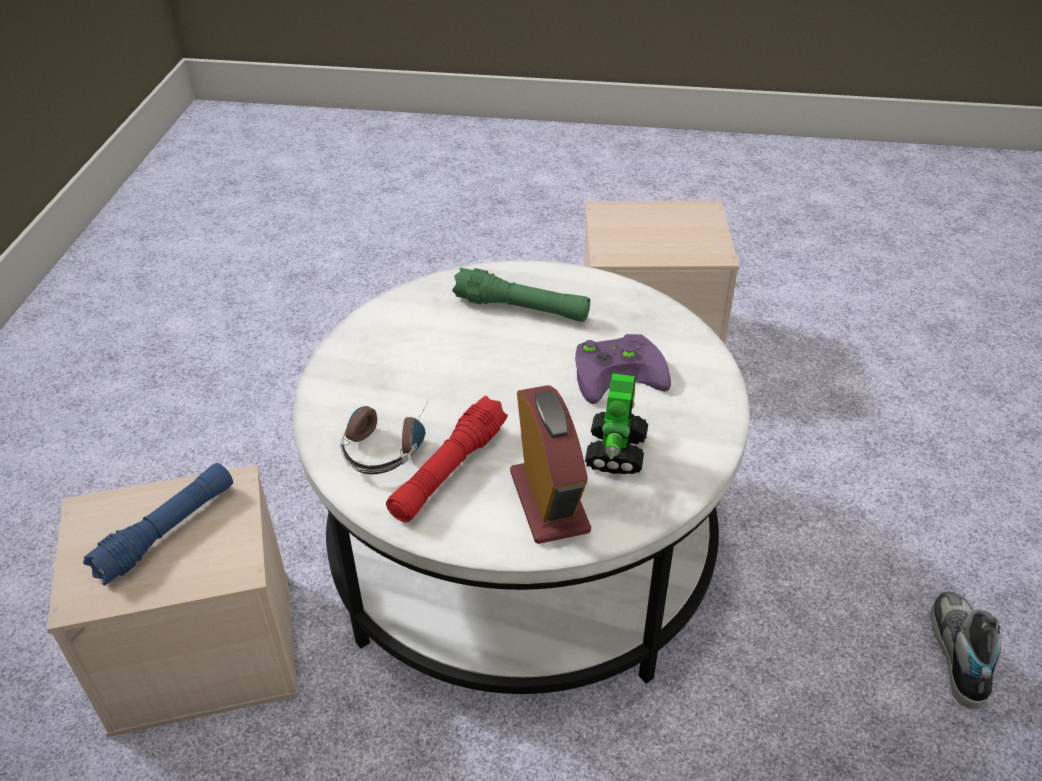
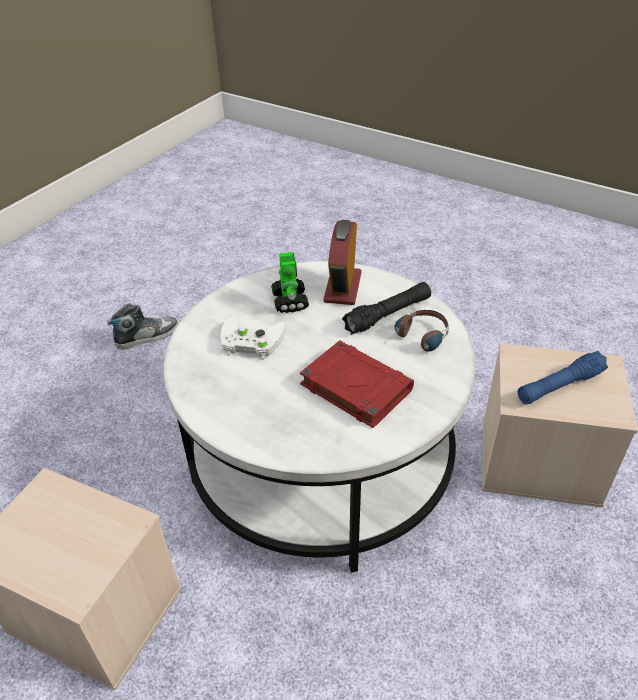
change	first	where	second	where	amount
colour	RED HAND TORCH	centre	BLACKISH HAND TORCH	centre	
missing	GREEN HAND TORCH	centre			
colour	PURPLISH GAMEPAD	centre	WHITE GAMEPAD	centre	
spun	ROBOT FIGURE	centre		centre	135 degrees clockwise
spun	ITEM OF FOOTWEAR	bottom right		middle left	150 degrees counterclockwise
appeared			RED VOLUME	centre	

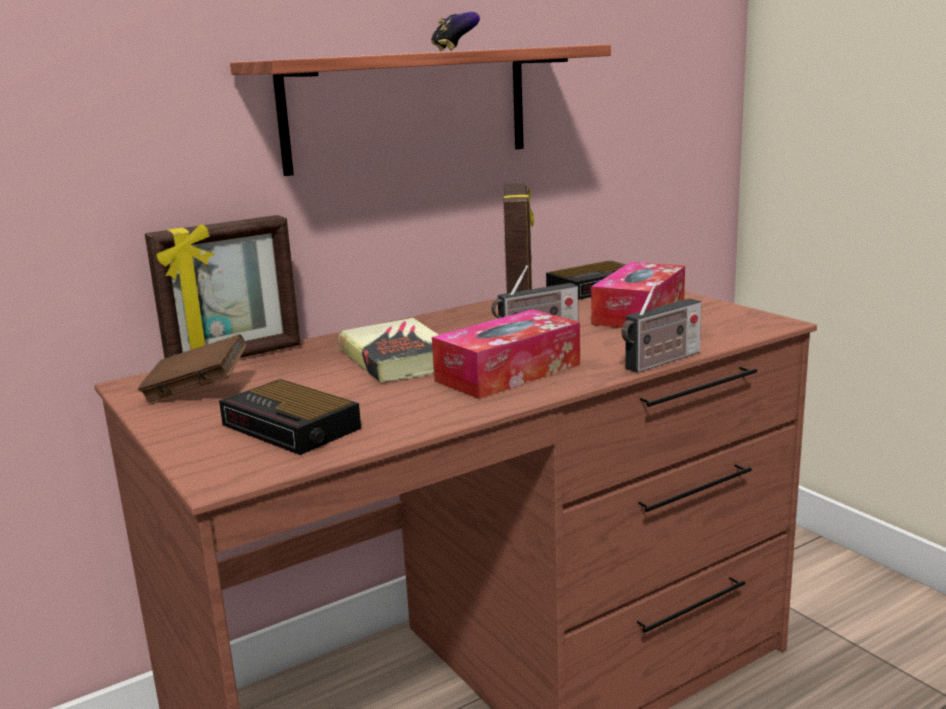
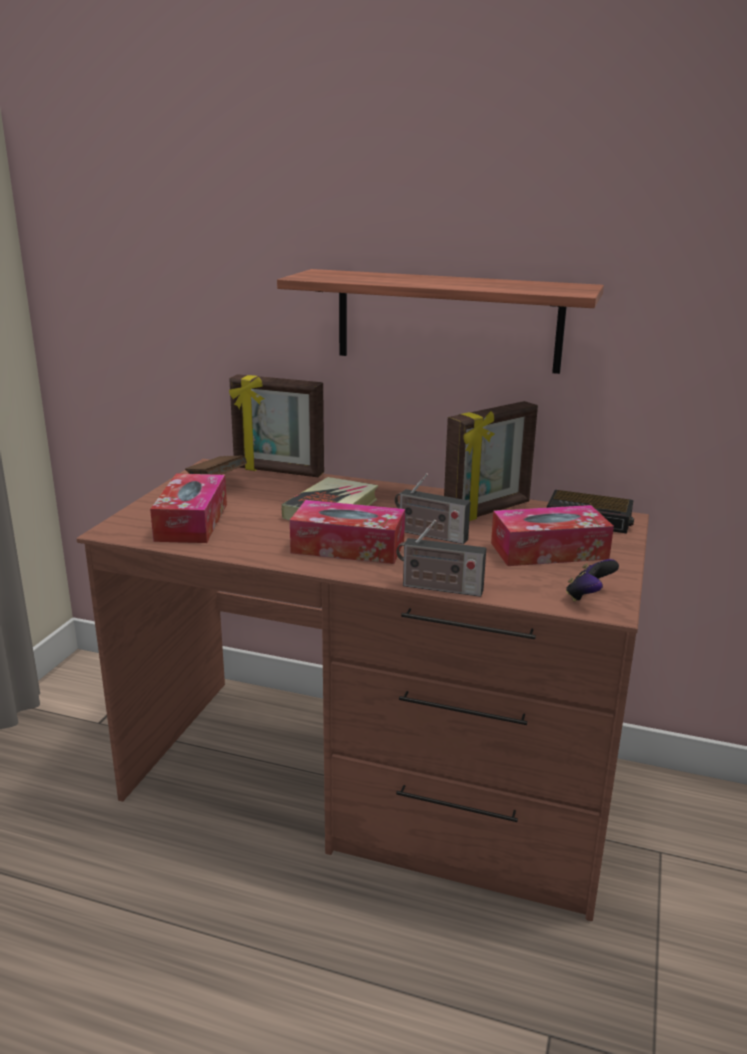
change	first	where	second	where	amount
exchanged	ALARM CLOCK (no. 1 from left)	middle left	BOX OF TISSUES (no. 1 from left)	middle left	
relocated	GAMEPAD	top centre		middle right	

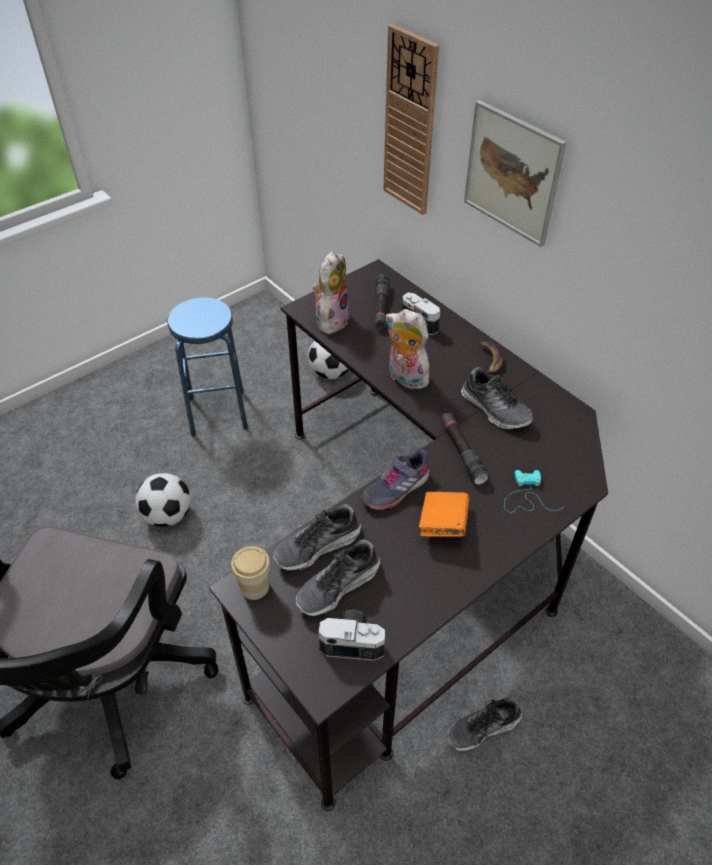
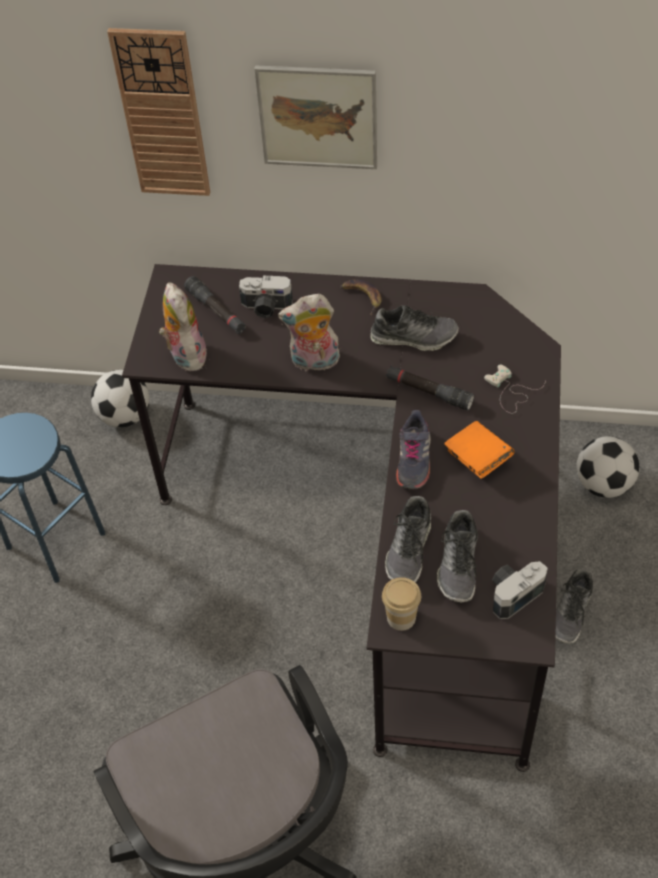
change	first	where	second	where	amount
relocated	BALL FOR FOOTBALL (no. 1 from left in the first image)	middle left	BALL FOR FOOTBALL (no. 2 from left)	middle right	
colour	BLUE-GREEN GAMEPAD	middle right	WHITE GAMEPAD	middle right	

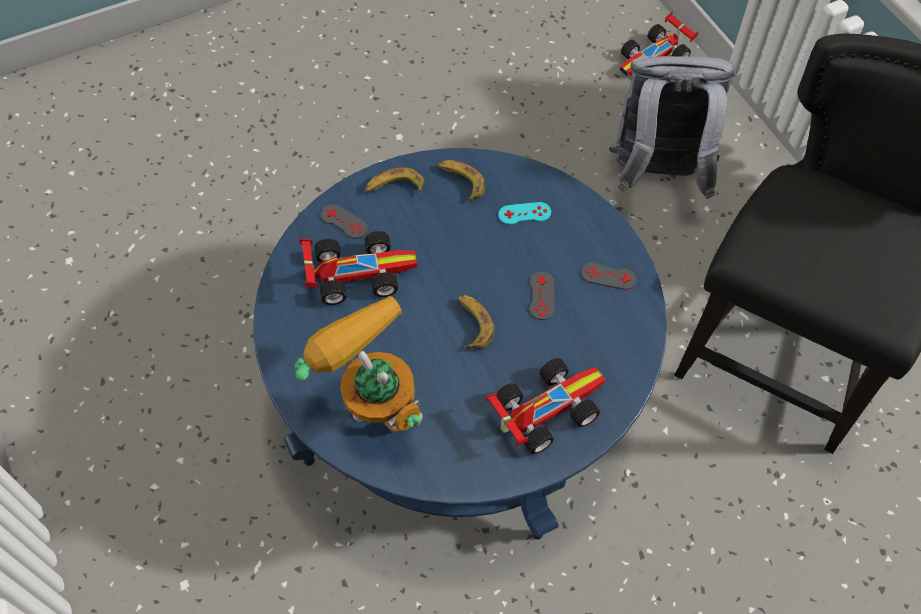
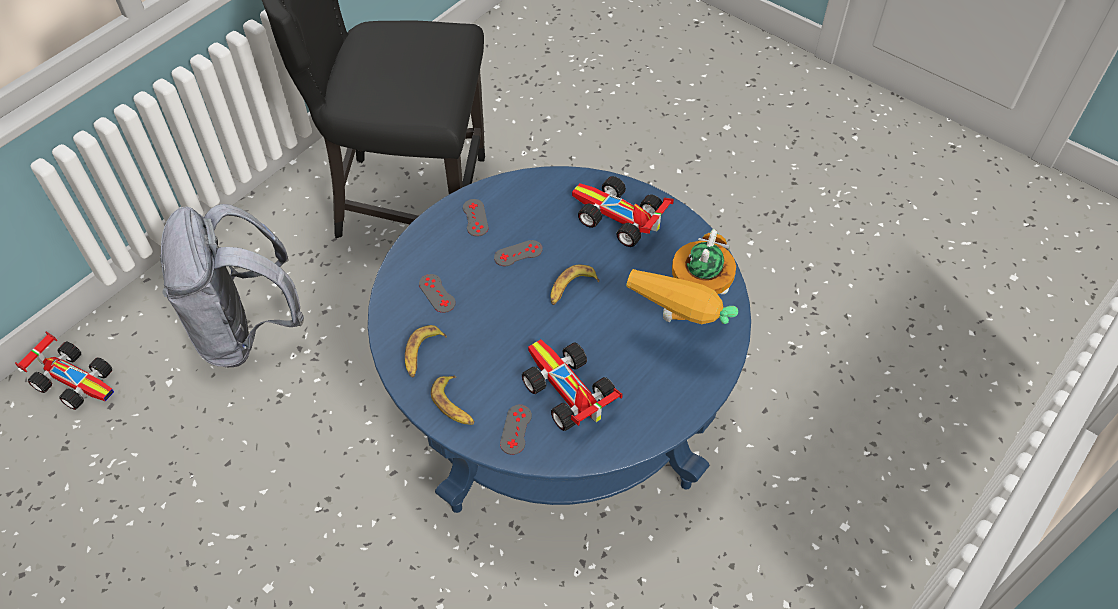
change	first	where	second	where	amount
colour	BLUE-GREEN GAMEPAD	centre	GREY GAMEPAD (no. 1 from left)	centre	

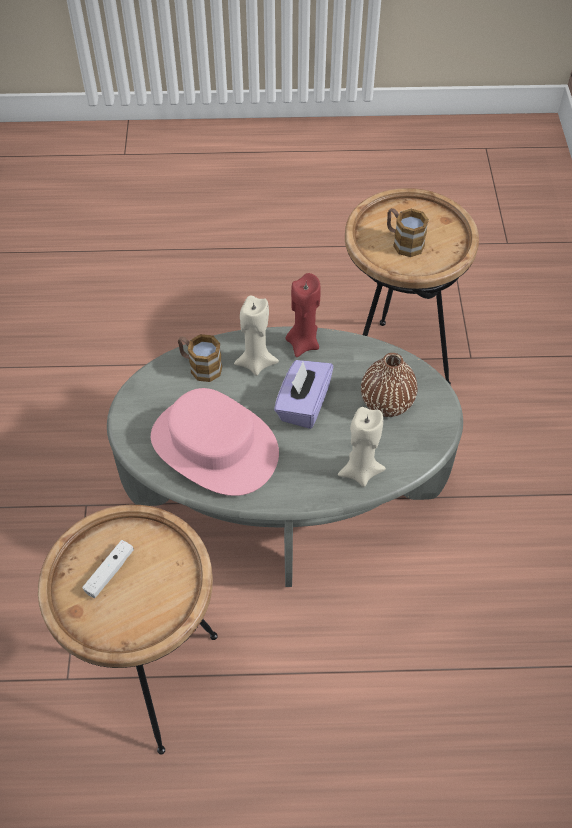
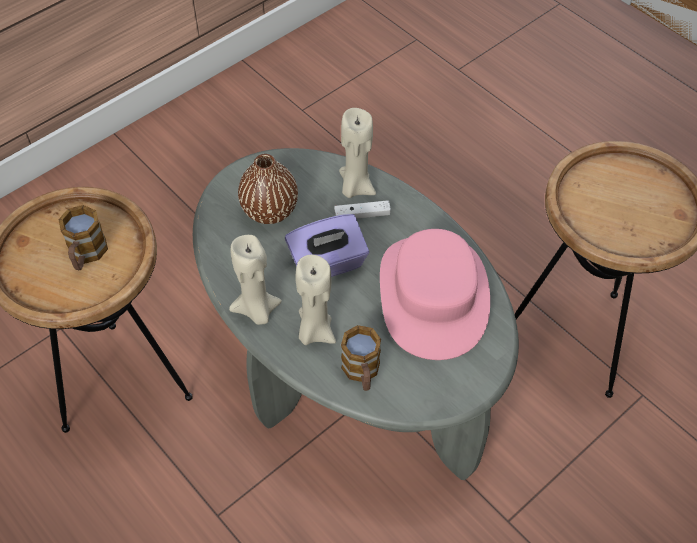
change	first	where	second	where	amount
relocated	WHITE GAMEPAD	bottom left		centre	
colour	RED WAX CANDLE	centre	SAND-COLOURED WAX CANDLE (no. 1 from left)	centre	

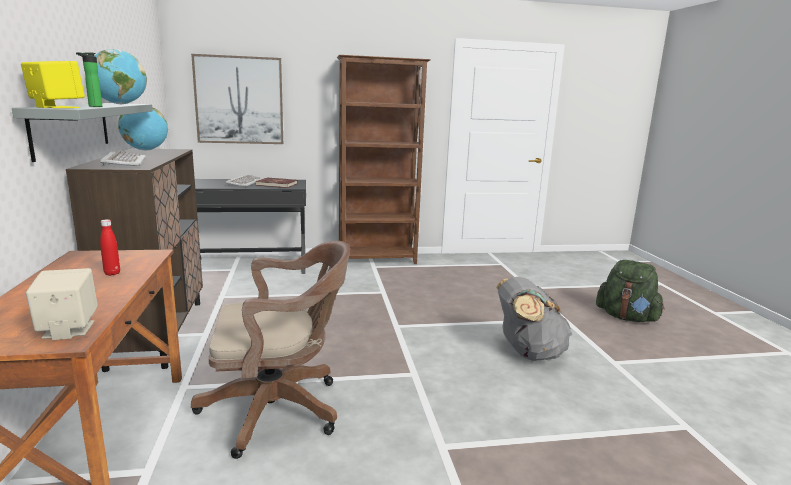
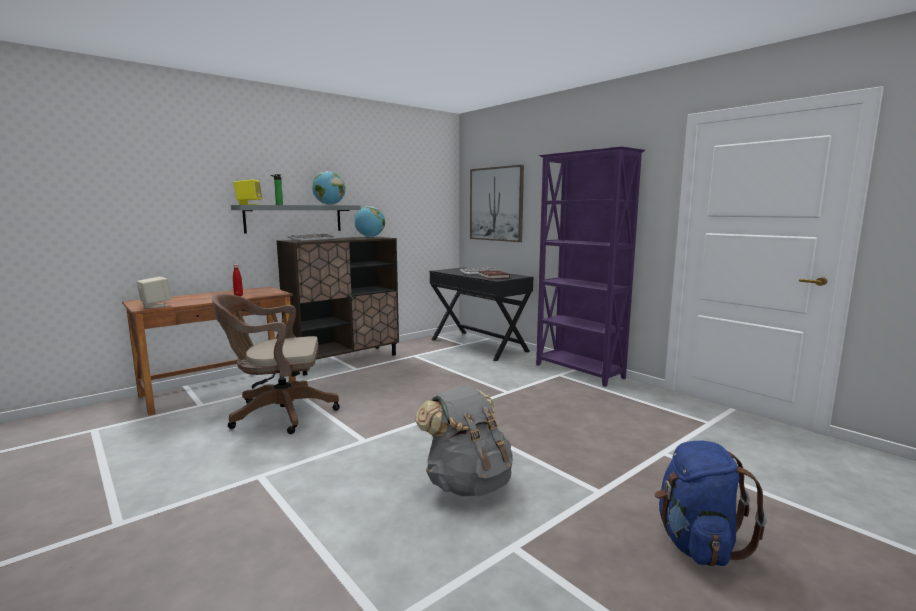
change	first	where	second	where	amount
spun	BROWN-COLOURED DESK CHAIR	bottom centre		middle left	120 degrees clockwise
colour	BROWN-COLOURED SHELVING UNIT	top centre	PURPLISH SHELVING UNIT	centre	
colour	GREEN RUCKSACK	middle right	BLUISH RUCKSACK	bottom right	

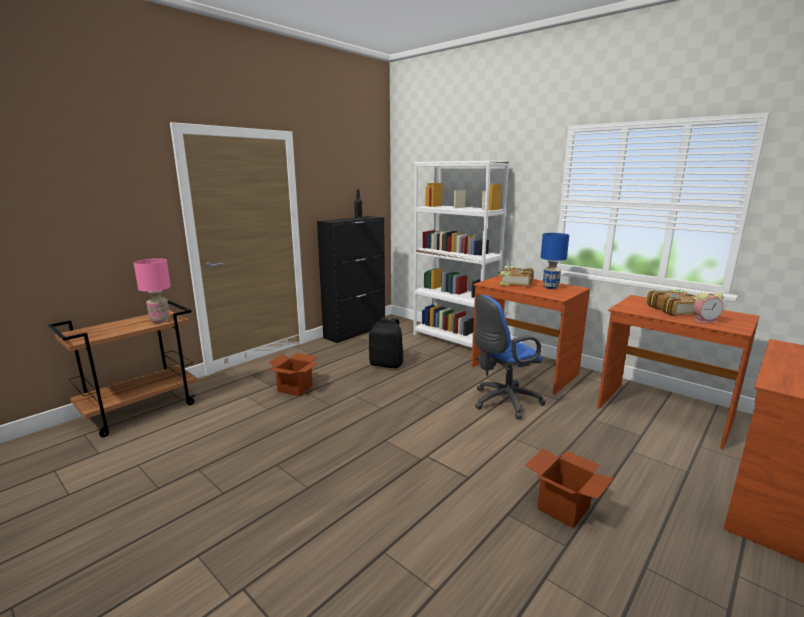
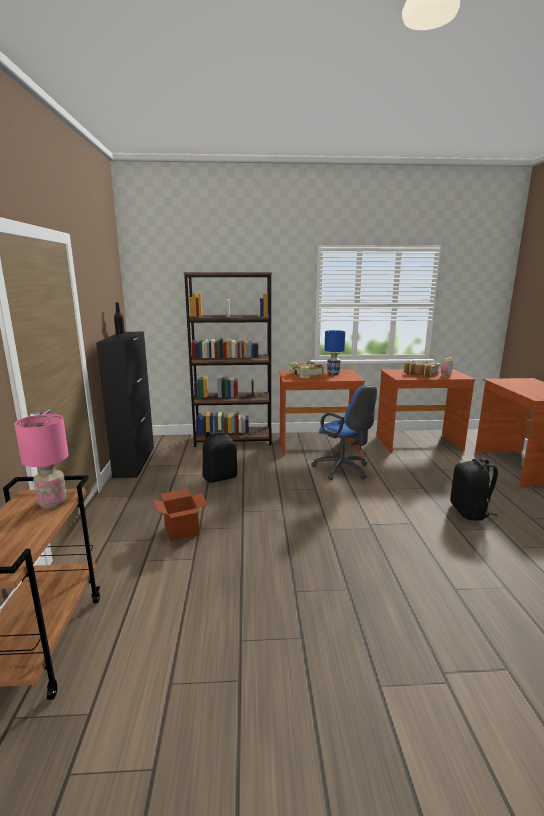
change	first	where	second	where	amount
colour	WHITE SHELVING UNIT	centre	BROWN-COLOURED SHELVING UNIT	centre	
spun	BLUISH DESK CHAIR	centre		centre	60 degrees counterclockwise
exchanged	CARDBOARD BOX (no. 2 from left)	bottom right	BLACKISH RUCKSACK (no. 2 from left)	middle right	

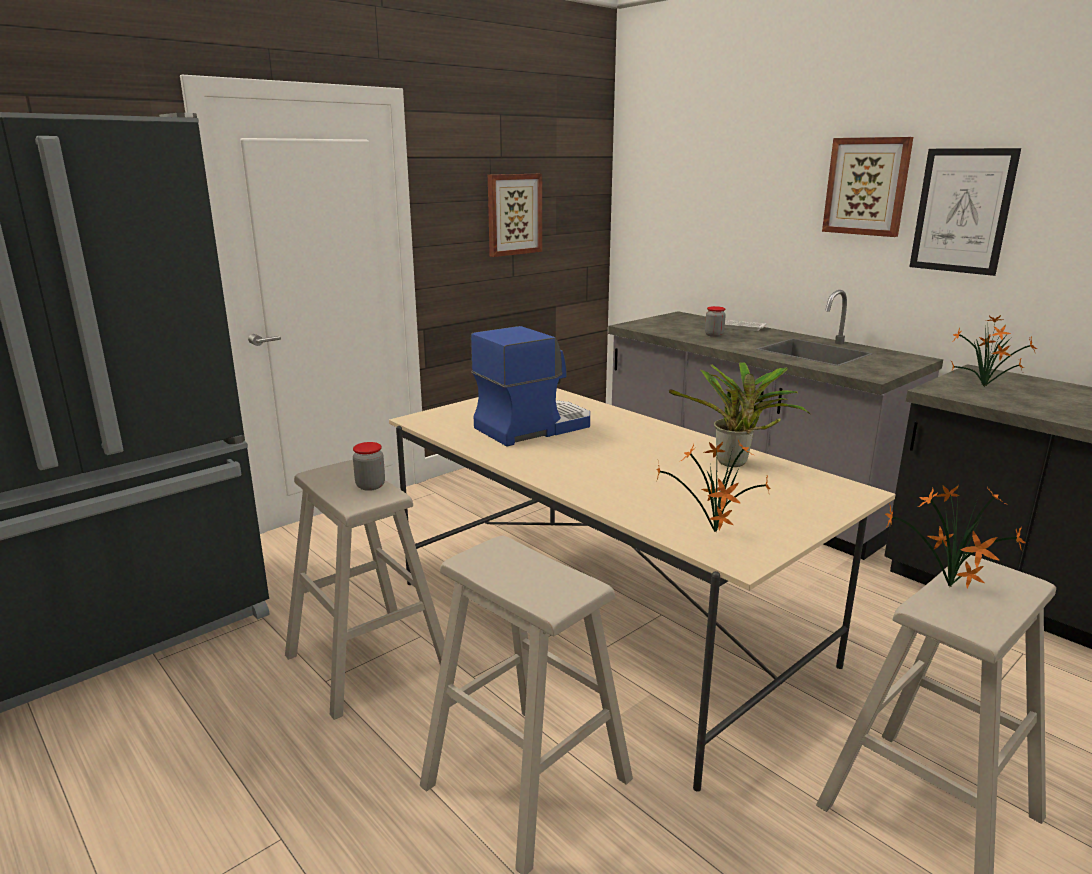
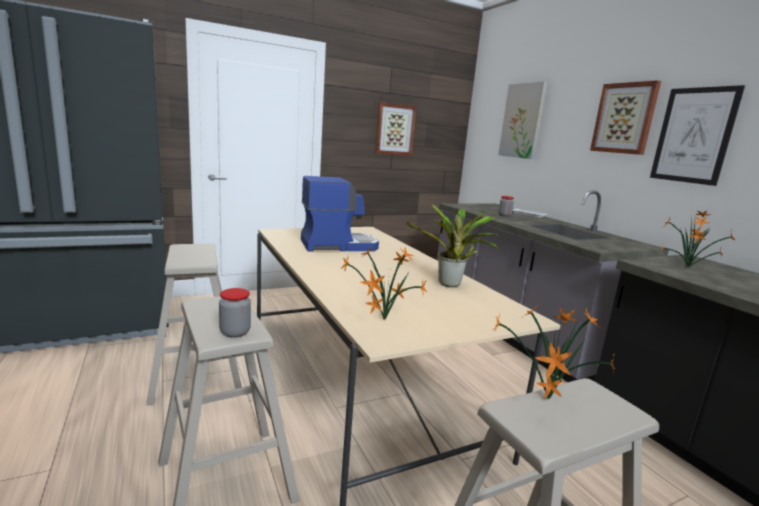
change	first	where	second	where	amount
relocated	PRESERVE JAR (no. 1 from left)	centre		middle left	
appeared			WALL PICTURE (no. 2 from left)	top right	

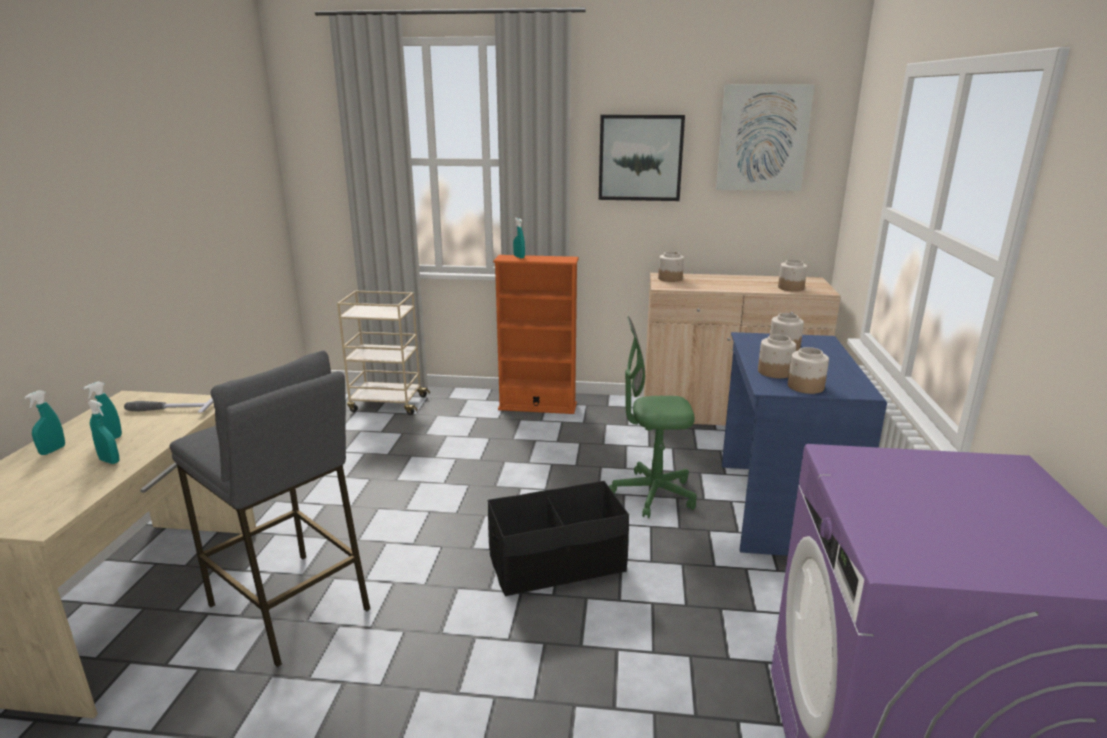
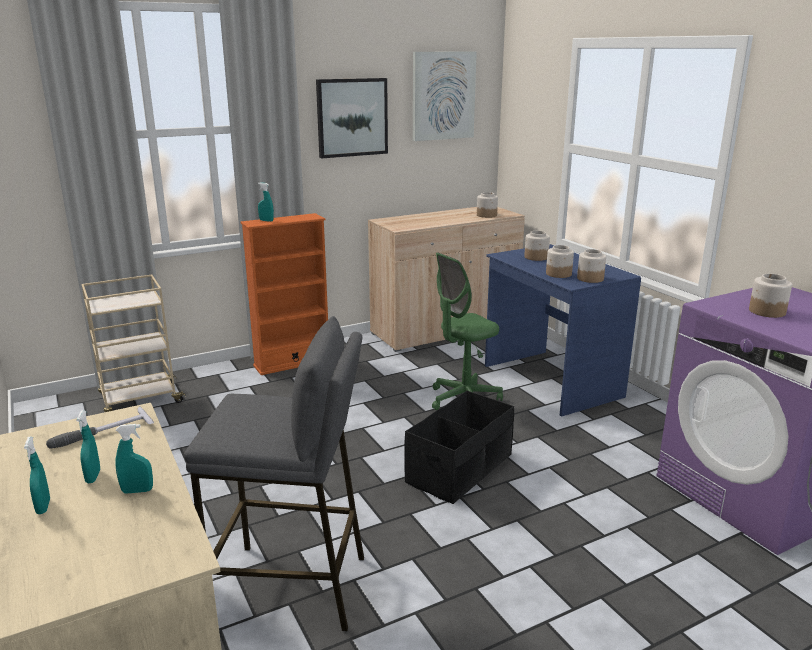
change	first	where	second	where	amount
relocated	PRESERVE JAR (no. 1 from left in the first image)	centre	PRESERVE JAR (no. 5 from left)	middle right	

